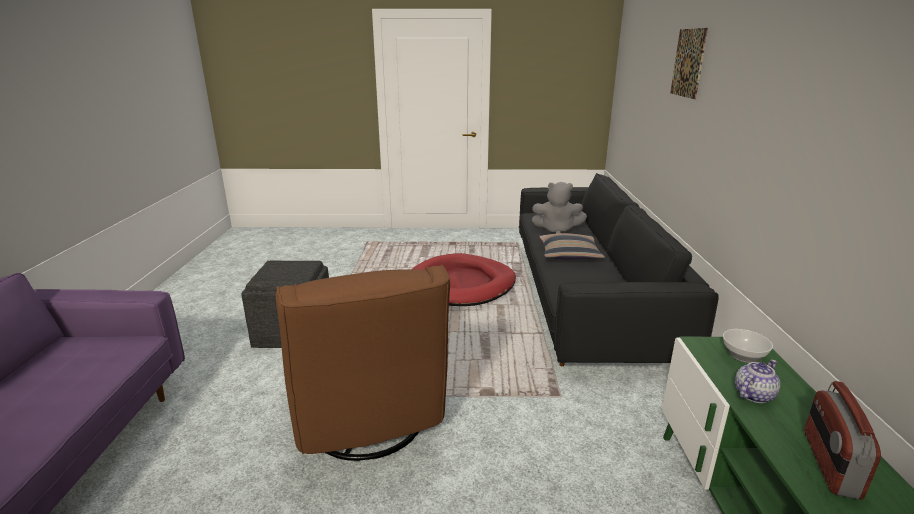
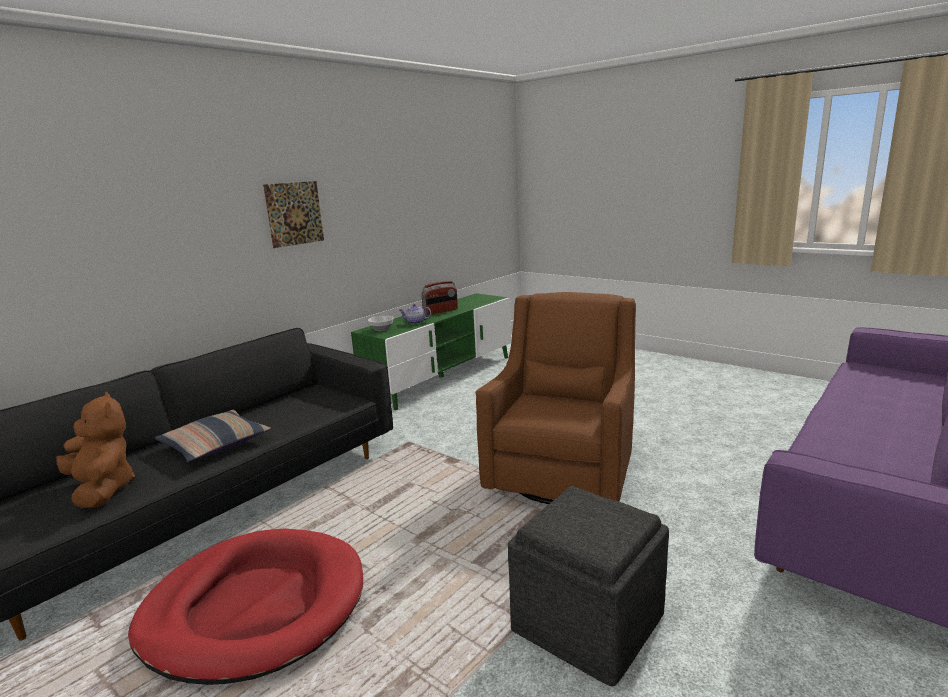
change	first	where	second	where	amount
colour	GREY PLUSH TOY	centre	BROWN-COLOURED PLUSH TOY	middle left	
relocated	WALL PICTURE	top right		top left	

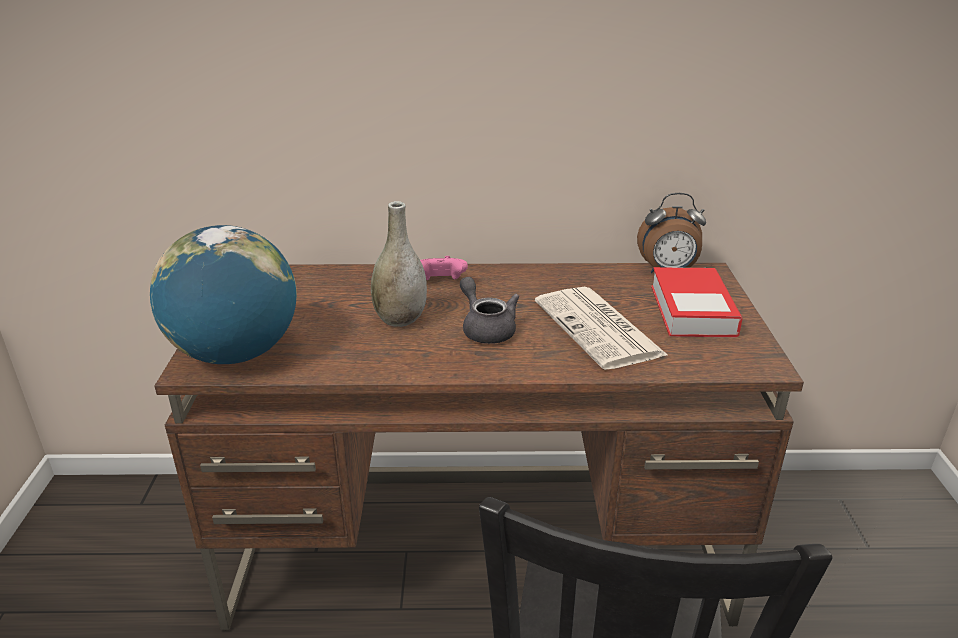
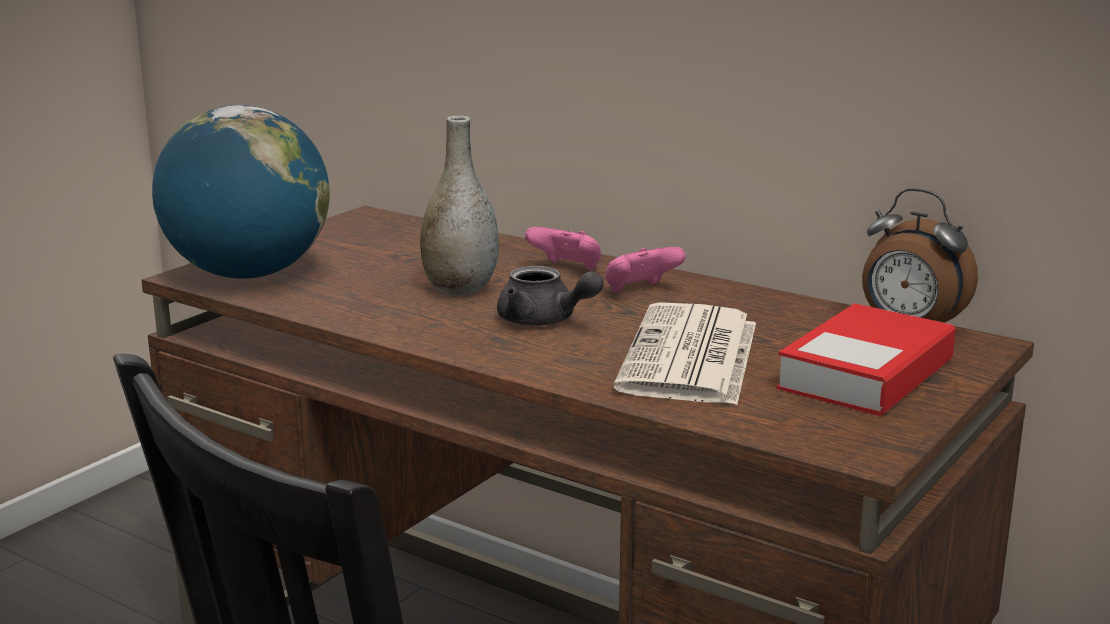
change	first	where	second	where	amount
spun	GREY TEAPOT	centre		centre	120 degrees clockwise
appeared			PINK-COLOURED GAMEPAD (no. 2 from left)	centre	

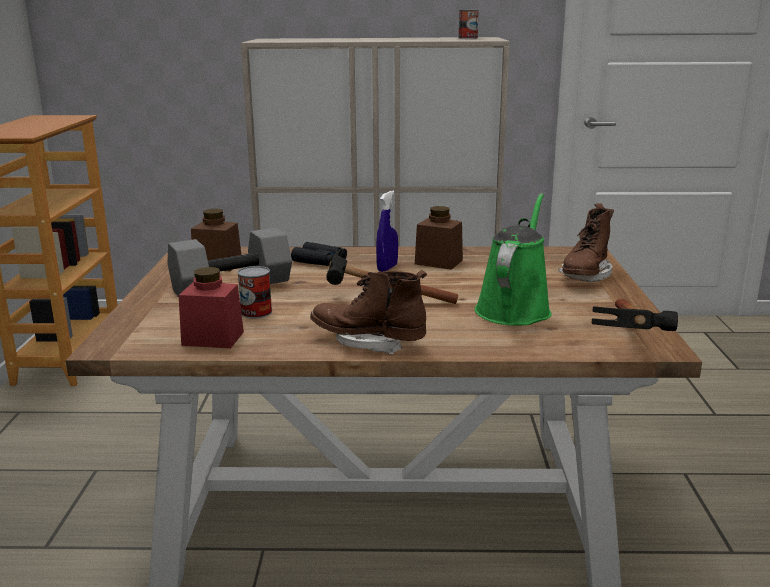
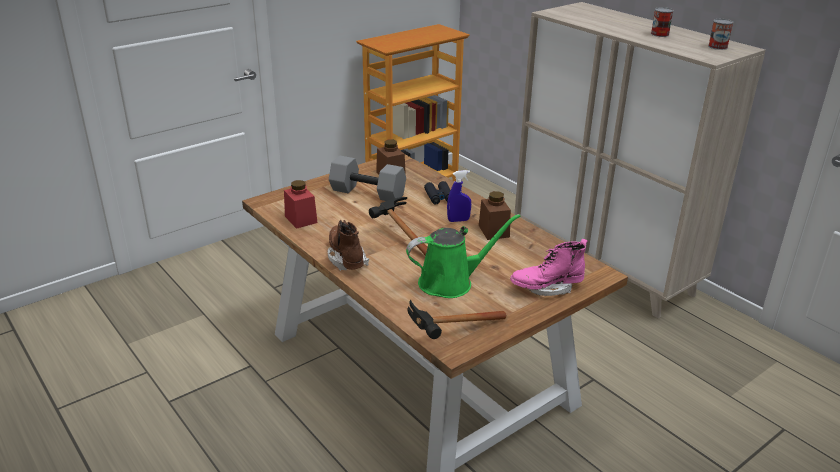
change	first	where	second	where	amount
relocated	SEALED CAN (no. 1 from left)	middle left		top right	
colour	BROWN-COLOURED BOOT (no. 2 from left)	middle right	PINK-COLOURED BOOT	centre	

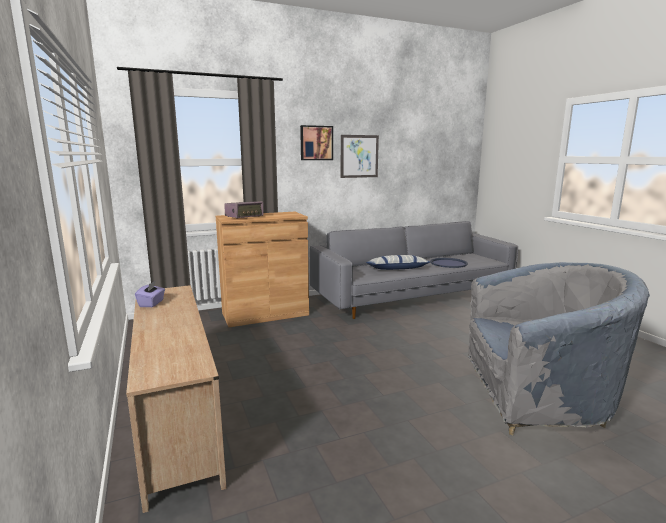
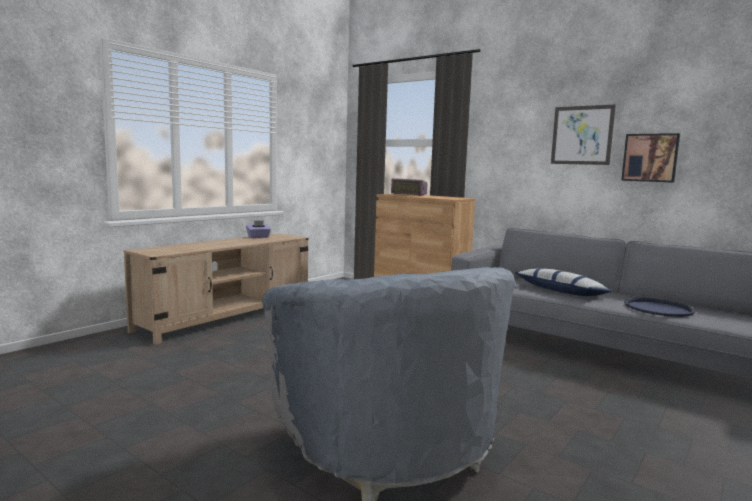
change	first	where	second	where	amount
relocated	WALL PICTURE (no. 1 from left in the first image)	top centre	WALL PICTURE (no. 2 from left)	top right	

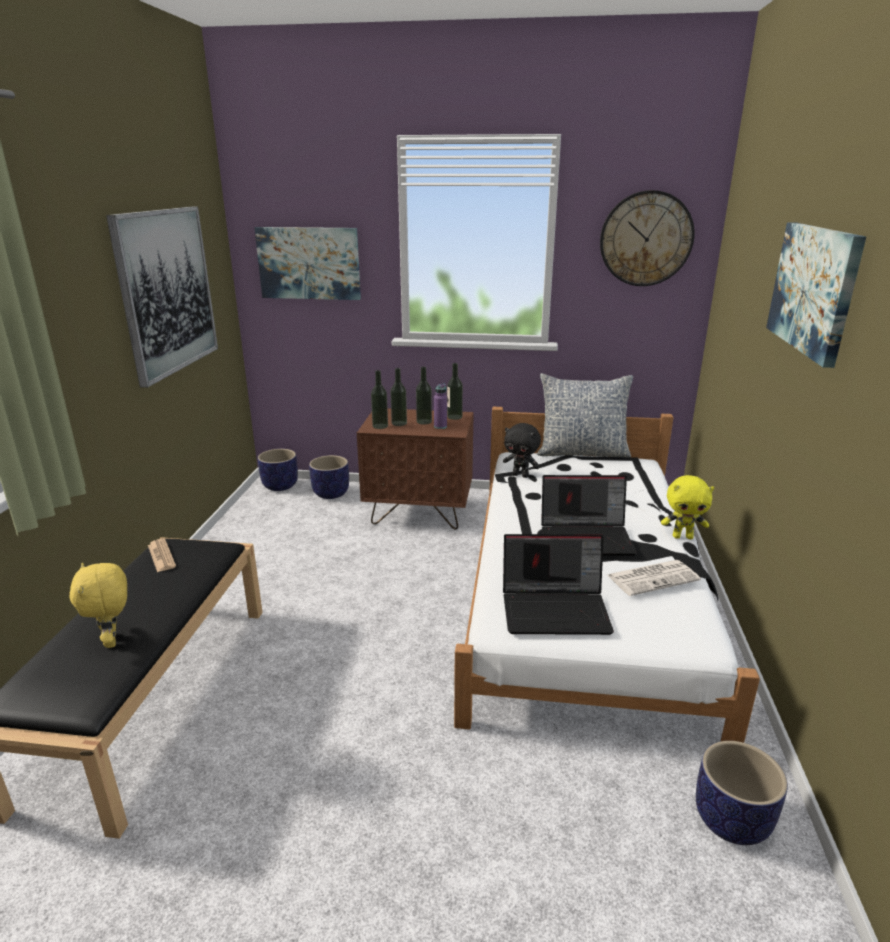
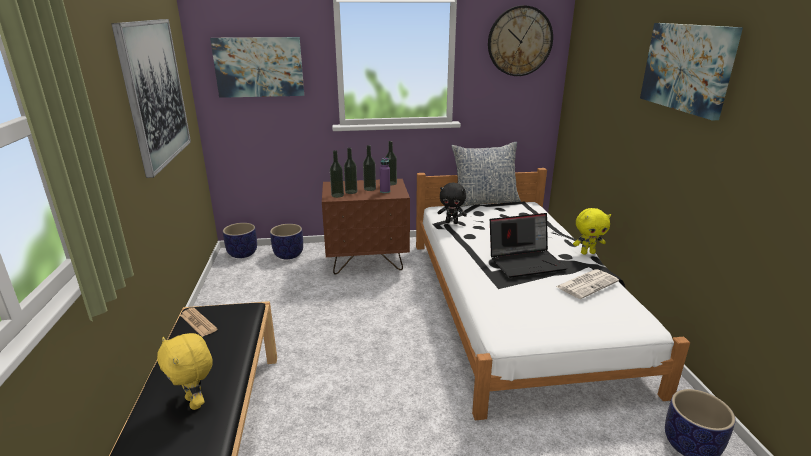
change	first	where	second	where	amount
missing	LAPTOP (no. 1 from left)	centre			

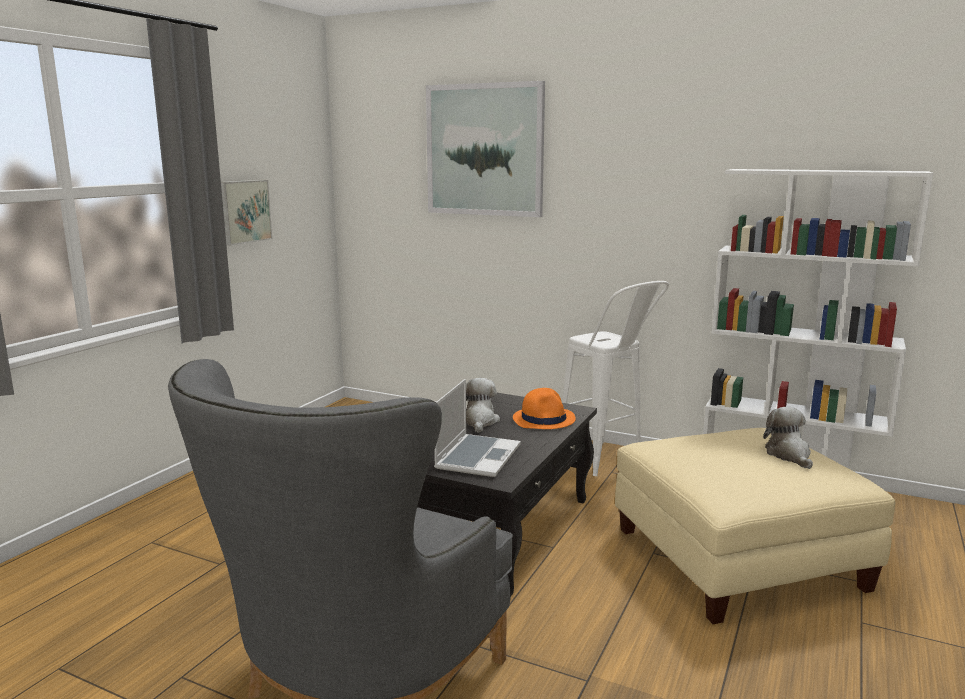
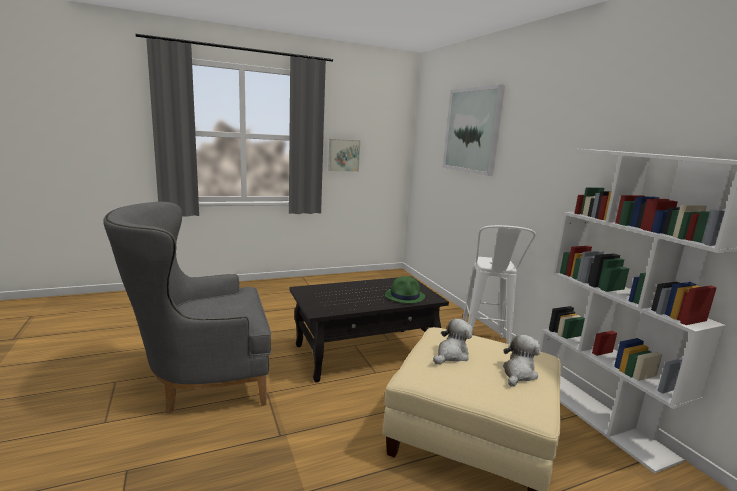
change	first	where	second	where	amount
missing	LAPTOP	centre			
relocated	PLUSH TOY (no. 1 from left)	centre		bottom centre	
colour	ORANGE-COLOURED CLOTHING HAT	centre	GREEN CLOTHING HAT	centre	

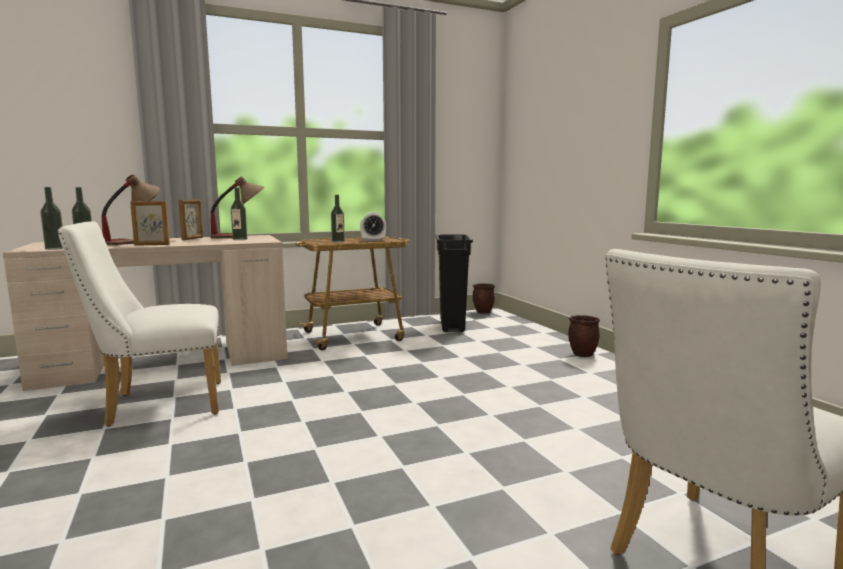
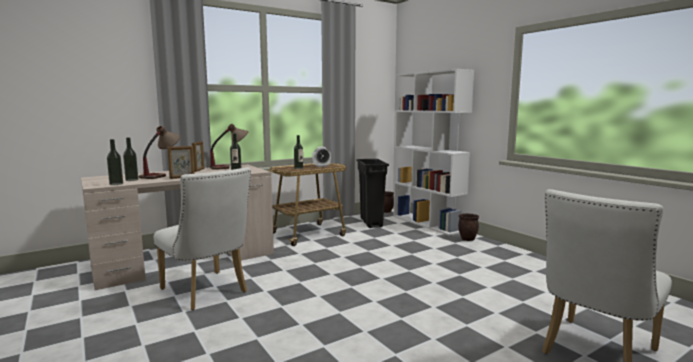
change	first	where	second	where	amount
spun	WHITE UPRIGHT CHAIR (no. 1 from left)	middle left		middle left	105 degrees counterclockwise
appeared			WHITE SHELVING UNIT	centre	

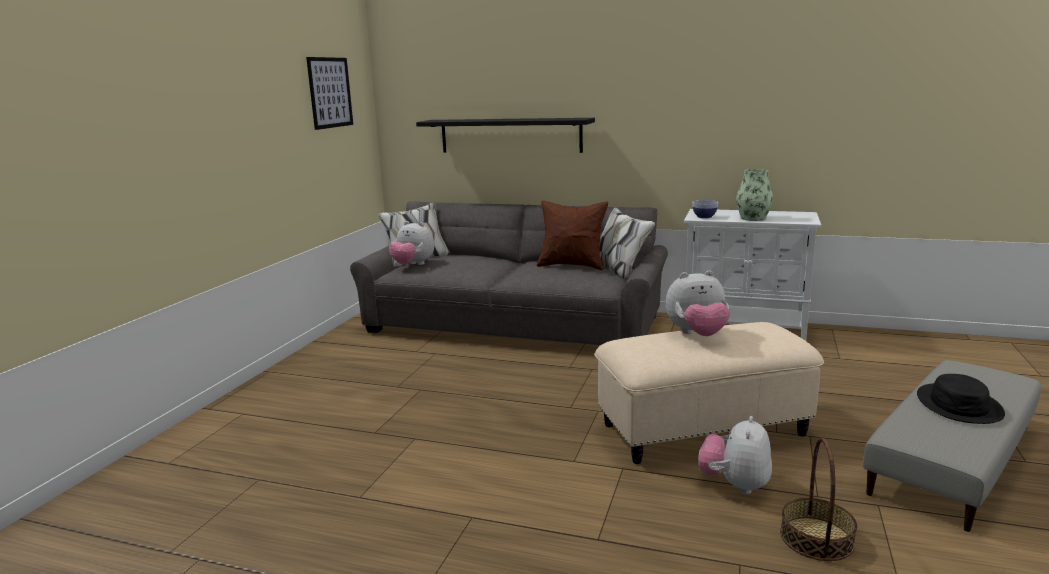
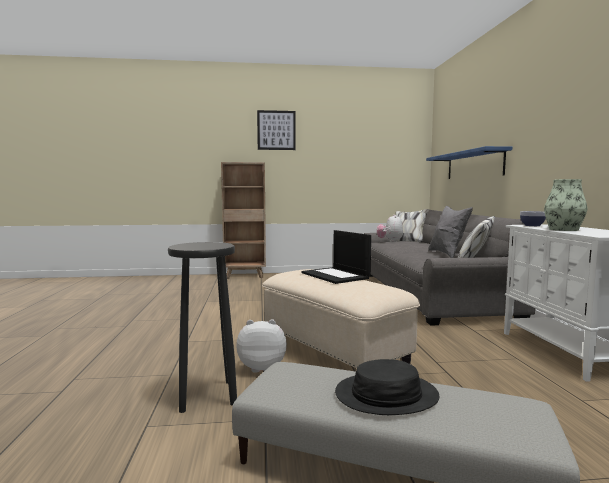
change	first	where	second	where	amount
relocated	WALL PICTURE	top left		top centre	
colour	BLACKISH SHELF	top centre	BLUISH SHELF	middle right	
colour	BROWN-COLOURED CUSHION	centre	GREY CUSHION	middle right	
exchanged	PLUSH TOY (no. 2 from left)	centre	LAPTOP	centre	
exchanged	STORAGE BASKET	bottom right	BLACKISH STOOL	bottom left	
appeared			BROWN-COLOURED SHELVING UNIT	centre	

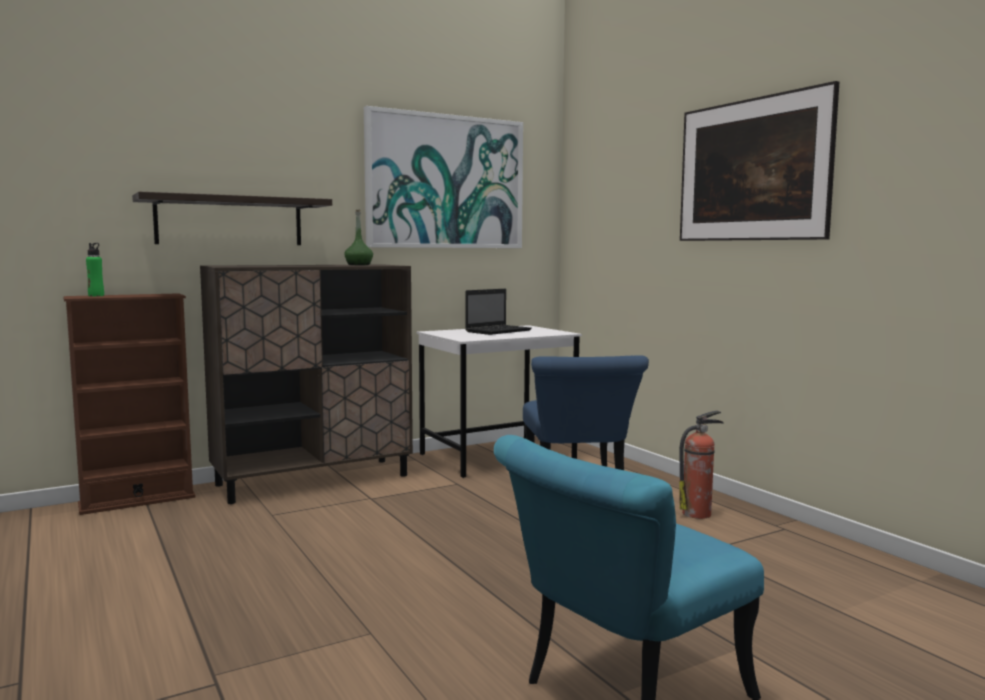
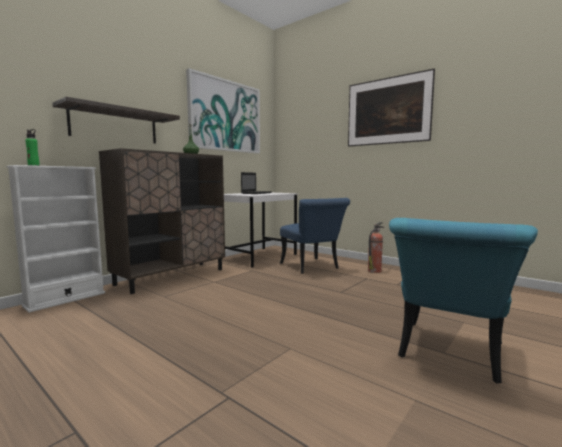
change	first	where	second	where	amount
colour	BROWN-COLOURED SHELVING UNIT	middle left	WHITE SHELVING UNIT	middle left	

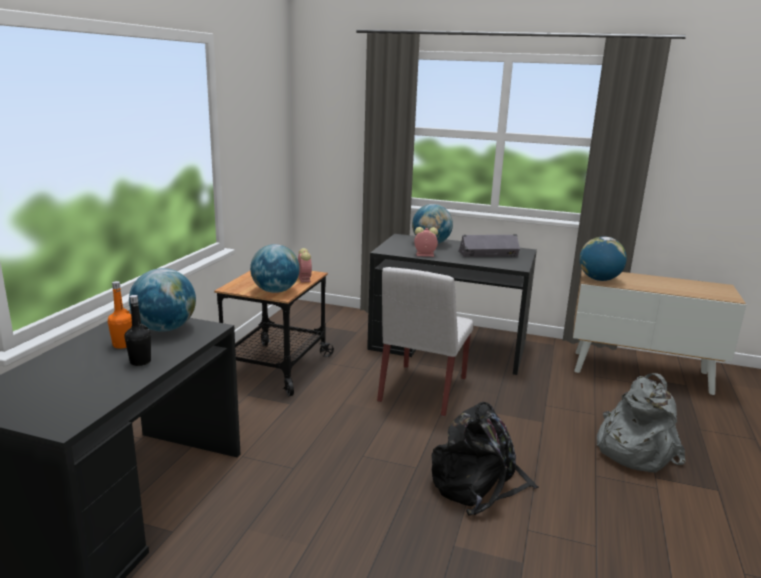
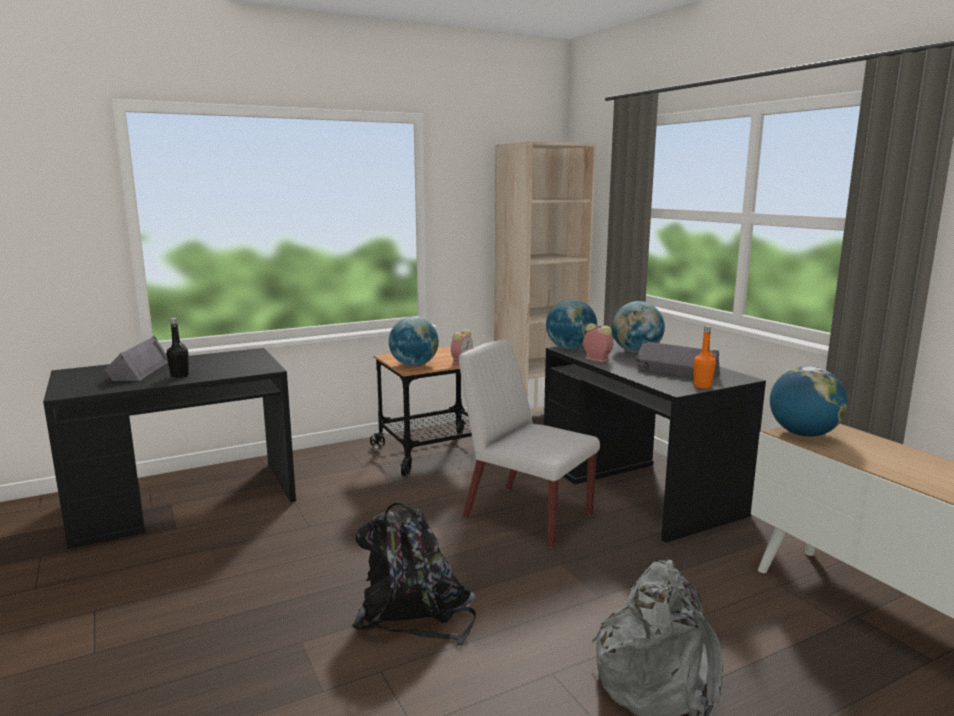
change	first	where	second	where	amount
relocated	ORANGE-COLOURED BOTTLE	middle left		middle right	
relocated	DESK GLOBE (no. 1 from left in the first image)	middle left	DESK GLOBE (no. 2 from left)	centre	
spun	WHITE UPRIGHT CHAIR	centre		centre	60 degrees clockwise
appeared			GREY SPEAKER (no. 1 from left)	middle left	
appeared			SAND-COLOURED SHELVING UNIT	centre	

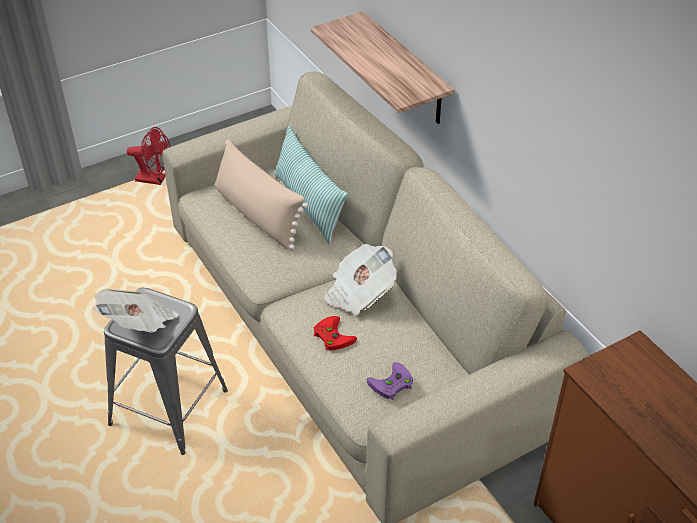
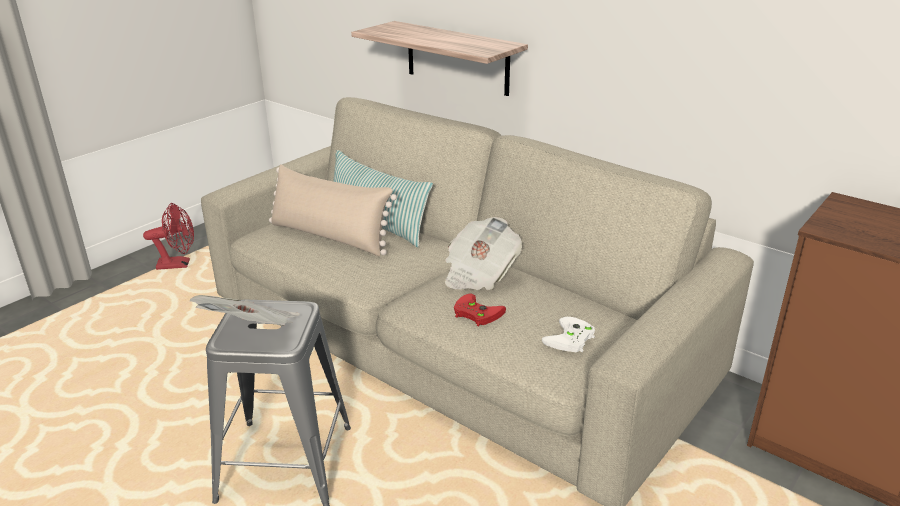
change	first	where	second	where	amount
colour	PURPLISH GAMEPAD	bottom centre	WHITE GAMEPAD	centre	

